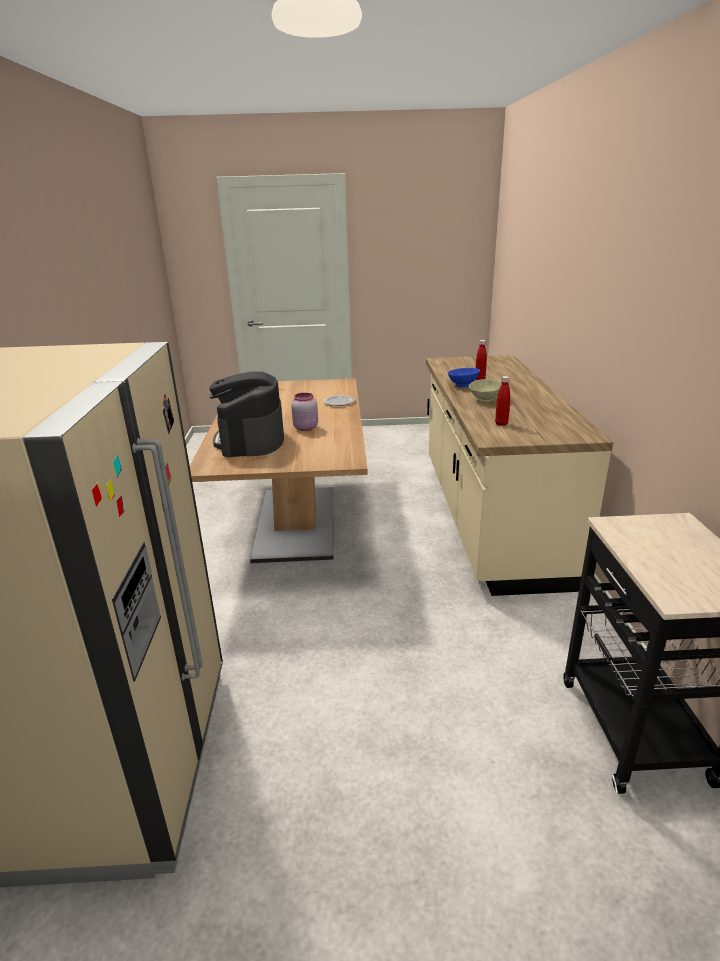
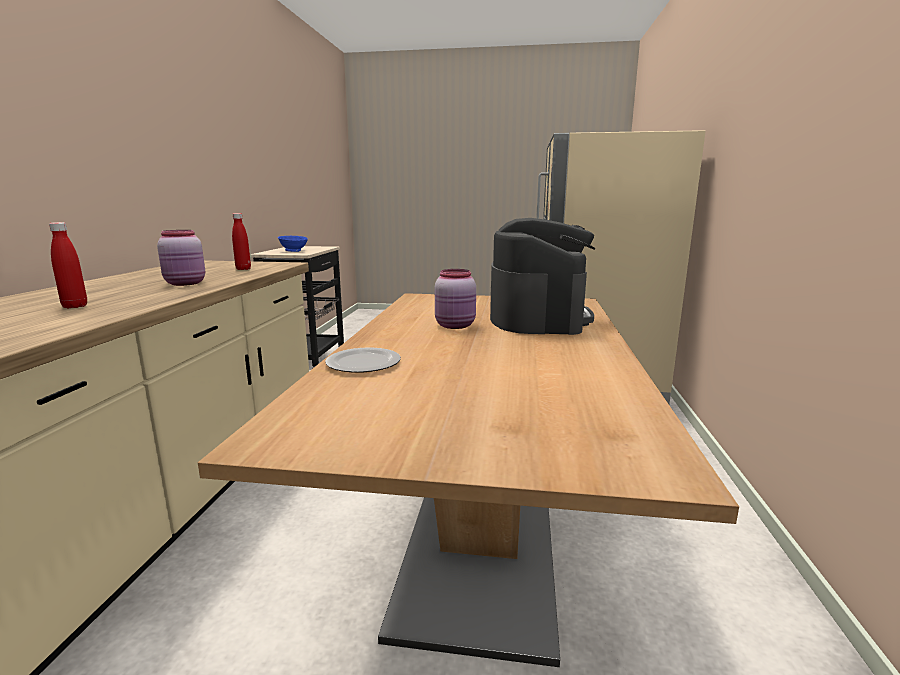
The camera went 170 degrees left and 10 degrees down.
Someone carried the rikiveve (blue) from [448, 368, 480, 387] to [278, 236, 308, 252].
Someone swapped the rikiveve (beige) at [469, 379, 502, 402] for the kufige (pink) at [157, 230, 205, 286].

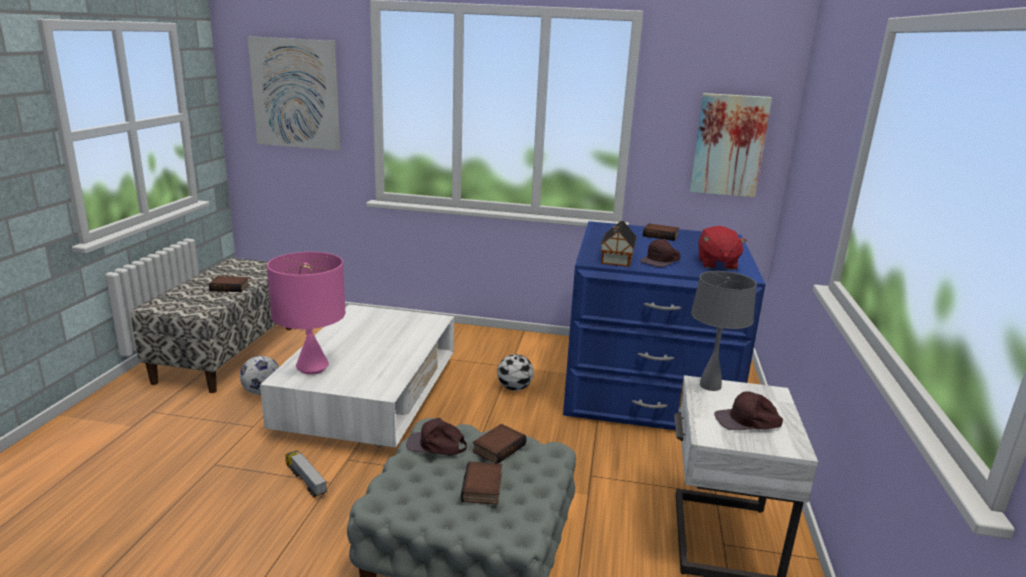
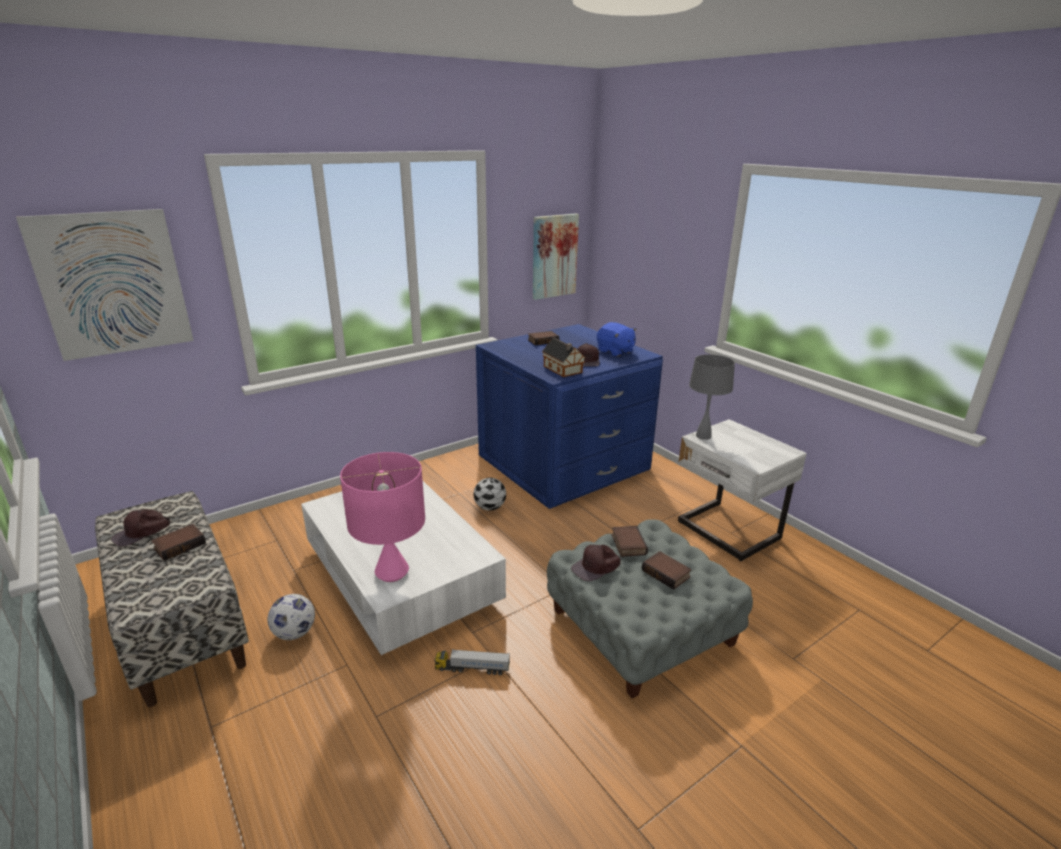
The camera went 45 degrees left and 5 degrees up.
Someone repainted the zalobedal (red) at [698, 226, 747, 270], which became the zalobedal (blue) at [597, 322, 636, 356].
Someone carried the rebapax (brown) from [714, 391, 783, 430] to [111, 509, 170, 547].

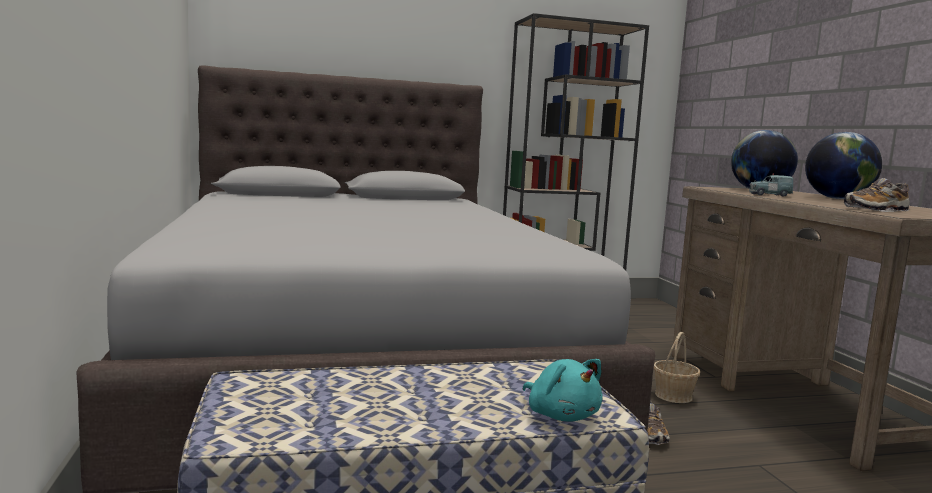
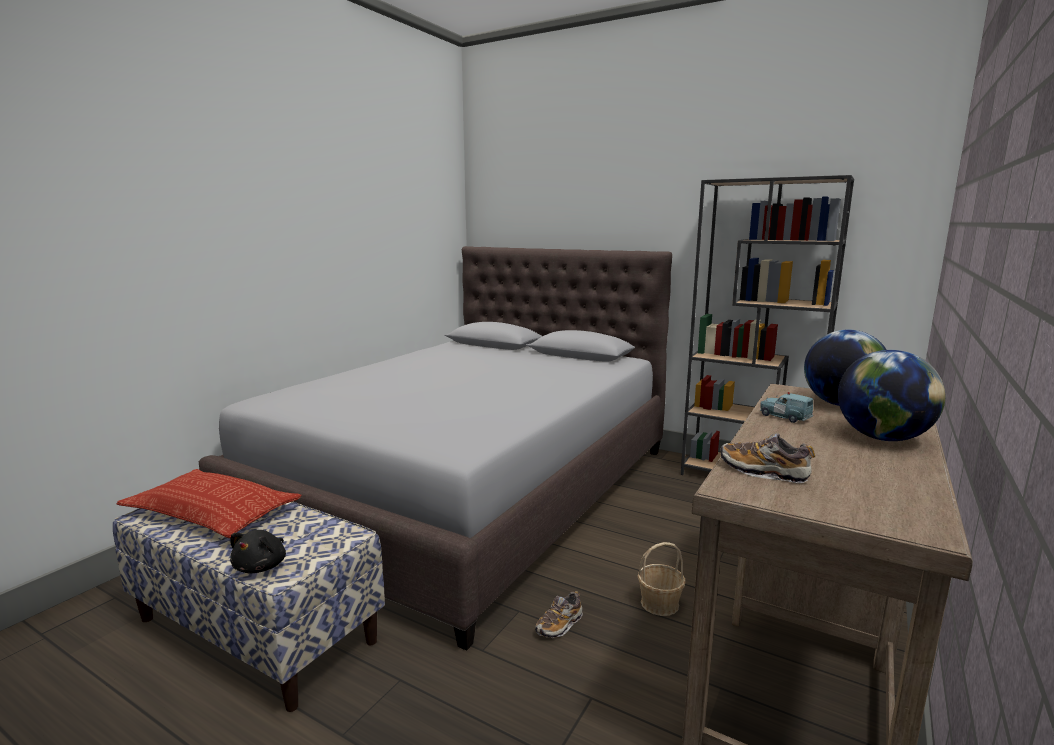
The camera went 45 degrees right and 5 degrees up.
Someone repainted the zalobedal (turquoise) at [523, 359, 603, 421], which became the zalobedal (black) at [230, 530, 286, 573].
Someone put down the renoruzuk at [116, 469, 302, 538].

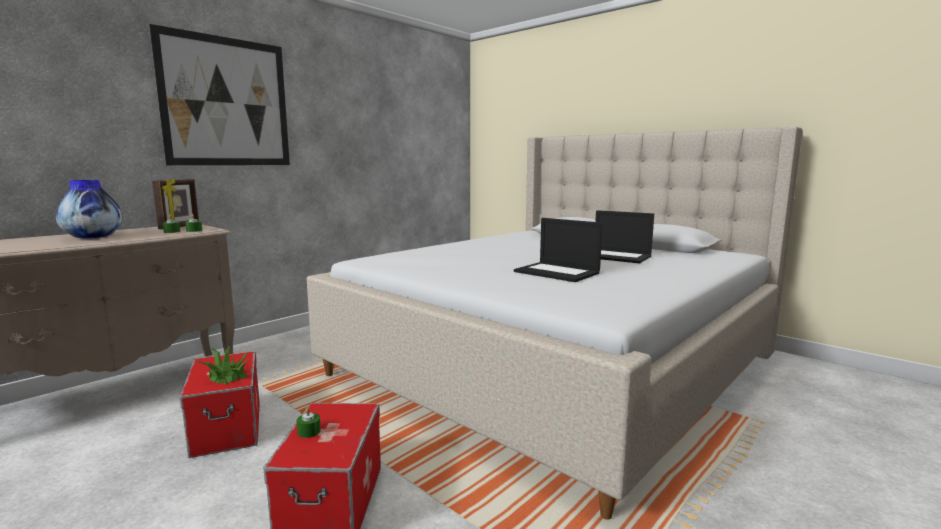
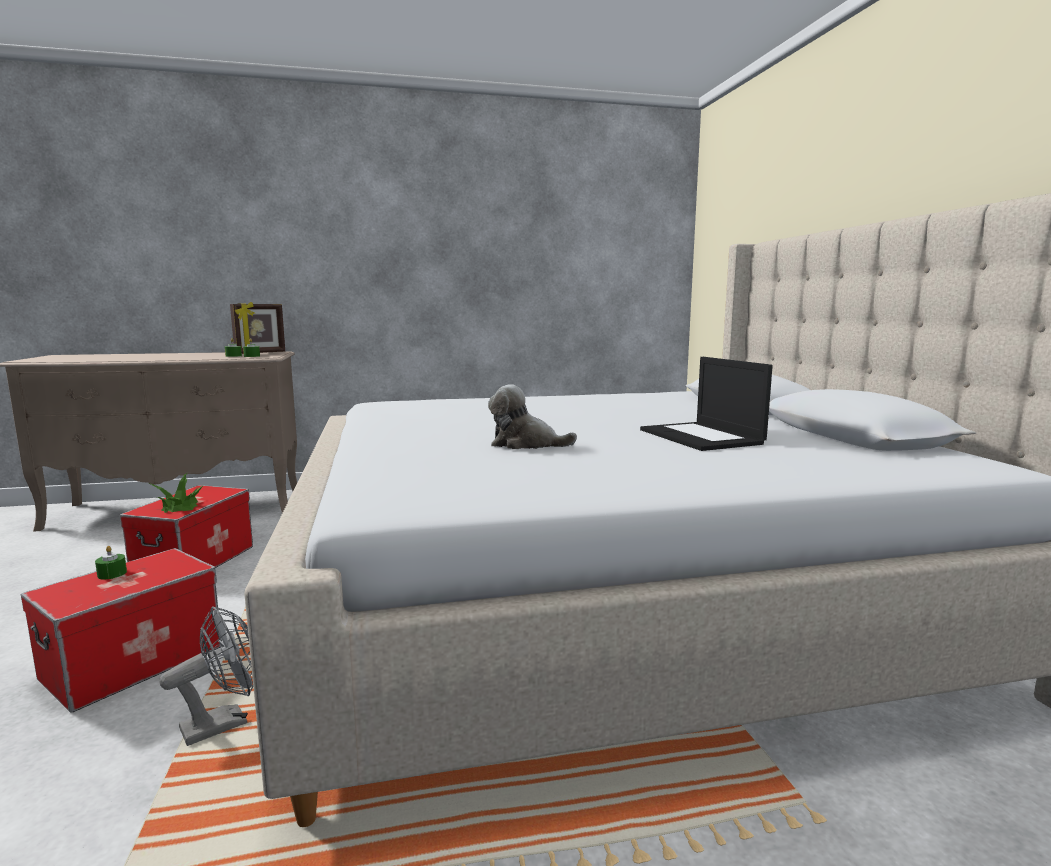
The camera went 35 degrees right and 0 degrees up.
Someone took away the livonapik at [149, 24, 290, 165].
Someone took away the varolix at [56, 180, 123, 238].
Someone swapped the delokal at [514, 218, 603, 282] for the zalobedal at [488, 385, 577, 449].
Someone put down the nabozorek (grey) at [159, 606, 253, 746].

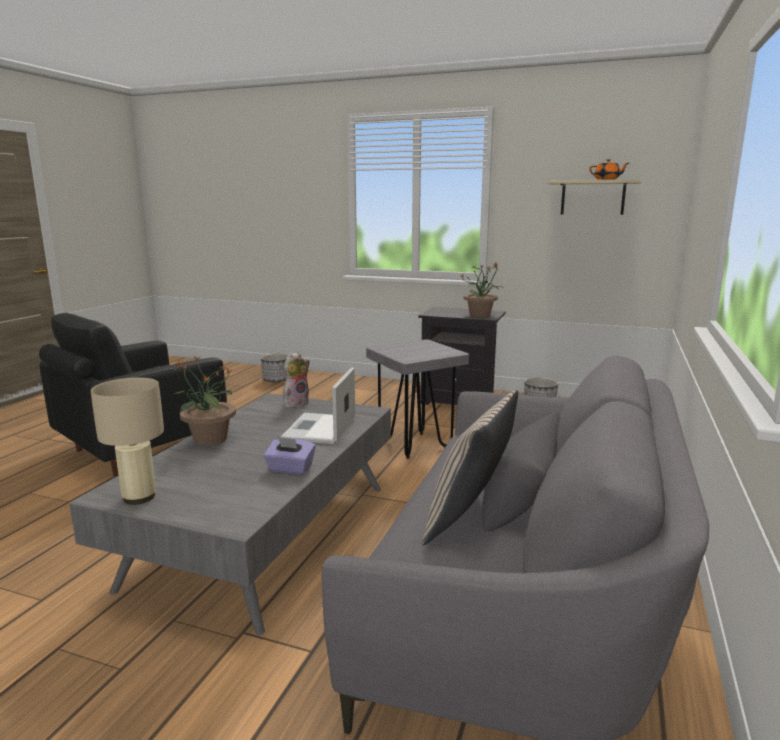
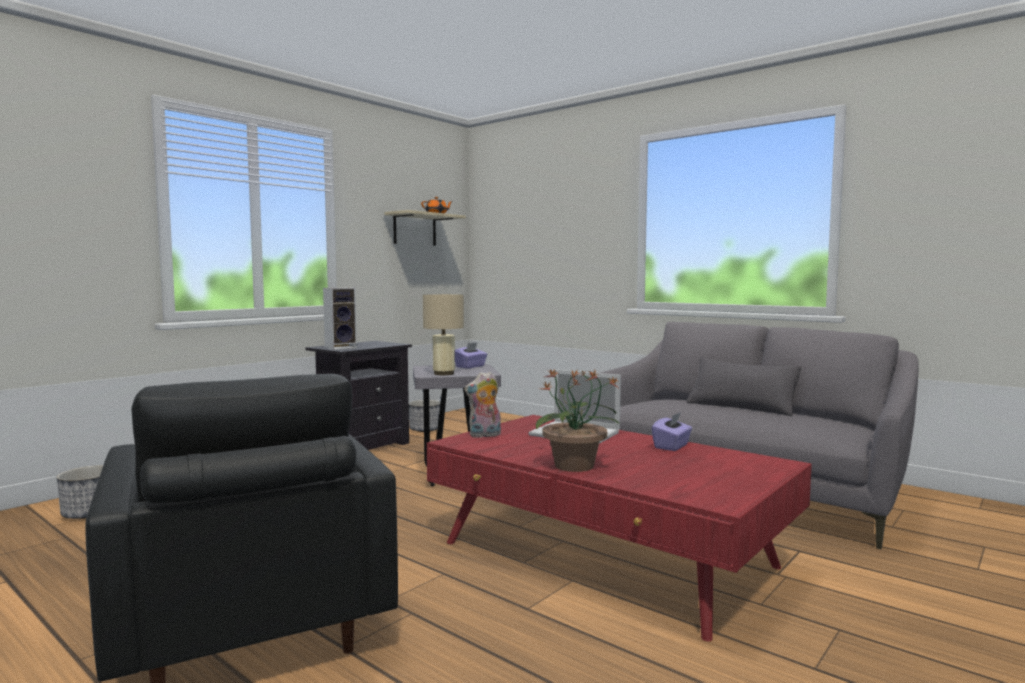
The camera went 70 degrees left and 10 degrees down.
Someone took away the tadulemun at [461, 263, 502, 317].
Someone rotated the zalobedal at [283, 352, 310, 409] by 90 degrees counterclockwise.
Someone carried the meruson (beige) from [91, 377, 164, 505] to [423, 294, 464, 375].
Someone took away the renoruzuk (beige) at [422, 390, 518, 545].
Someone repainted the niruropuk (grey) at [69, 393, 391, 635], which became the niruropuk (red) at [427, 415, 812, 641].
Someone put down the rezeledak at [323, 288, 357, 350].
Someone put down the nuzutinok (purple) at [455, 342, 488, 368].

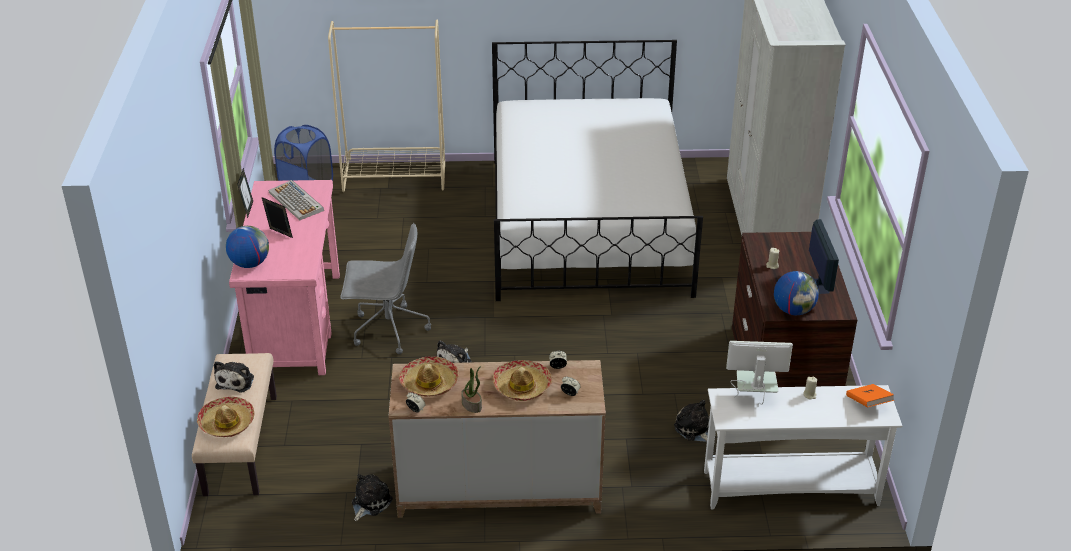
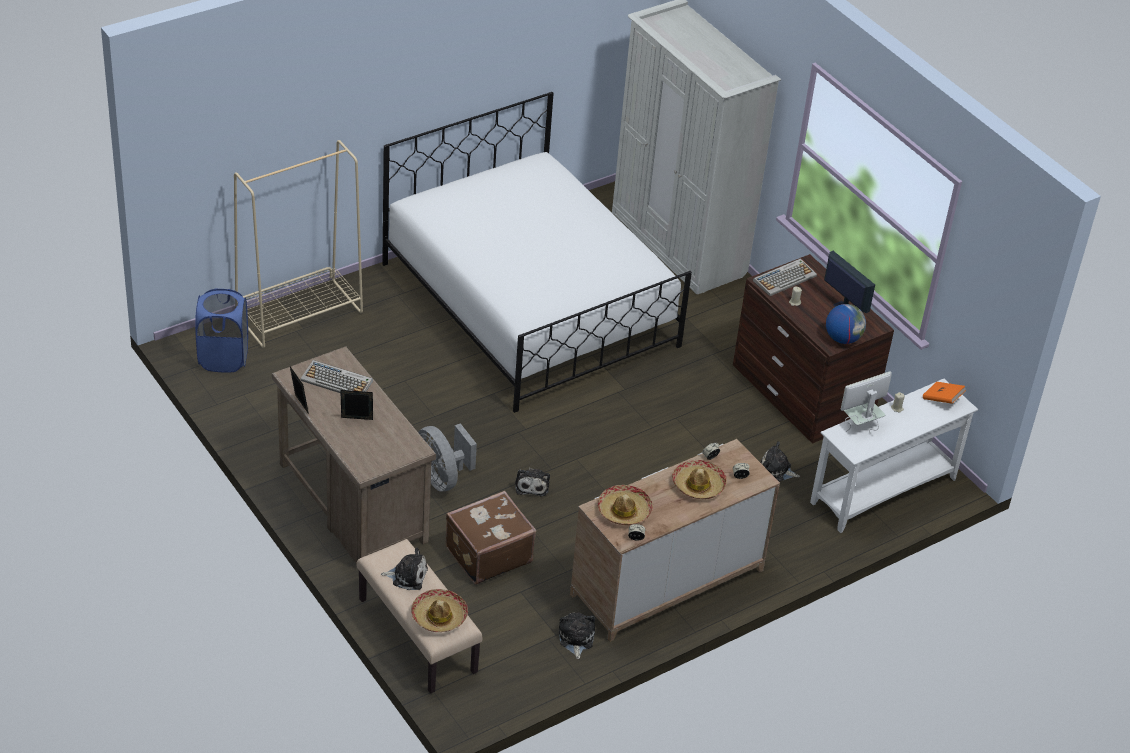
The camera went 35 degrees left and 5 degrees up.
Someone repainted the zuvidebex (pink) at [229, 180, 340, 375], which became the zuvidebex (brown) at [272, 346, 436, 563].
Someone swapped the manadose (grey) at [340, 223, 431, 354] for the nabozorek (grey) at [418, 423, 477, 492].
Someone took away the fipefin at [226, 226, 269, 268].
Someone rotated the zalobedal at [214, 361, 254, 393] by 60 degrees counterclockwise.
Someone took away the tadulemun at [461, 366, 482, 413].
Someone put down the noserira at [753, 258, 817, 296].
Someone put down the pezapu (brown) at [446, 491, 536, 585].

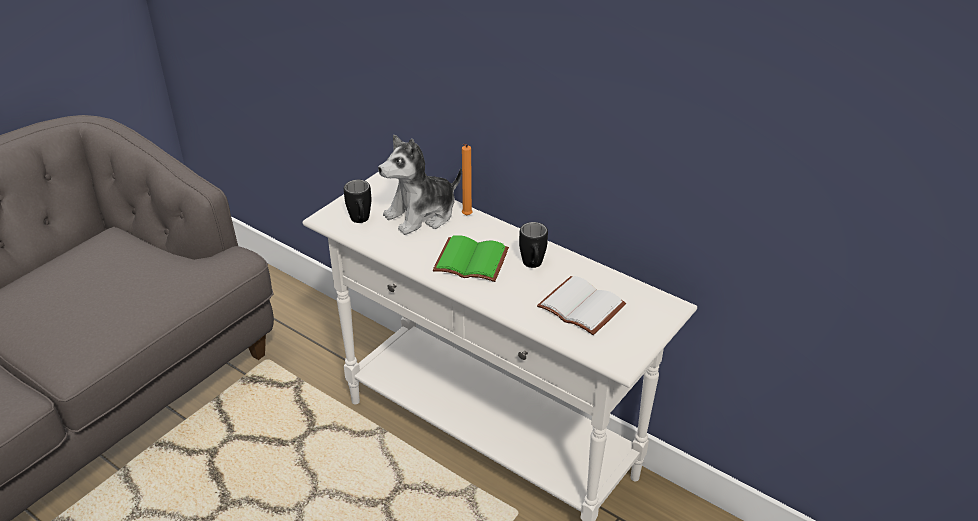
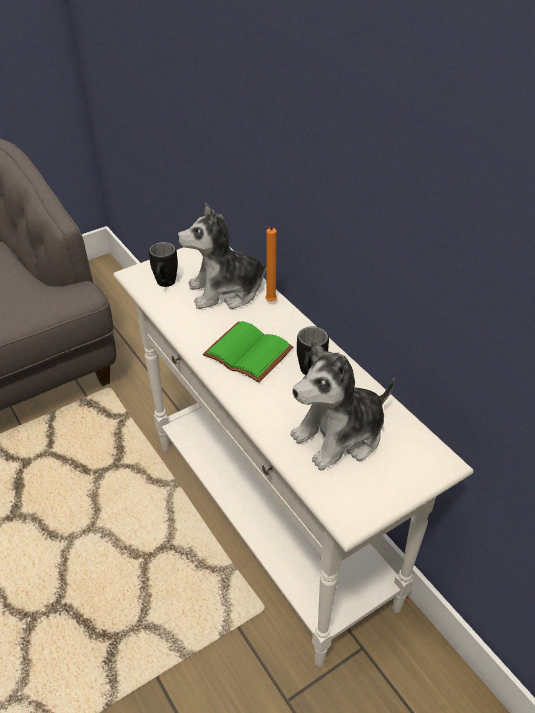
The camera went 20 degrees right and 5 degrees up.
Someone swapped the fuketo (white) at [537, 276, 626, 335] for the zalobedal at [290, 340, 395, 471].

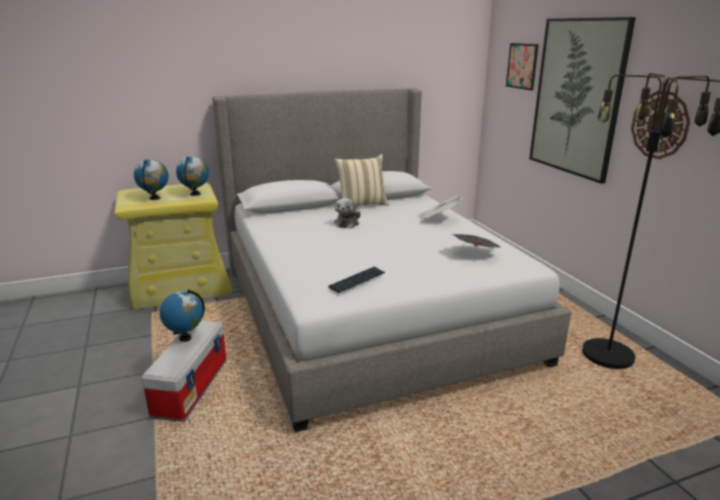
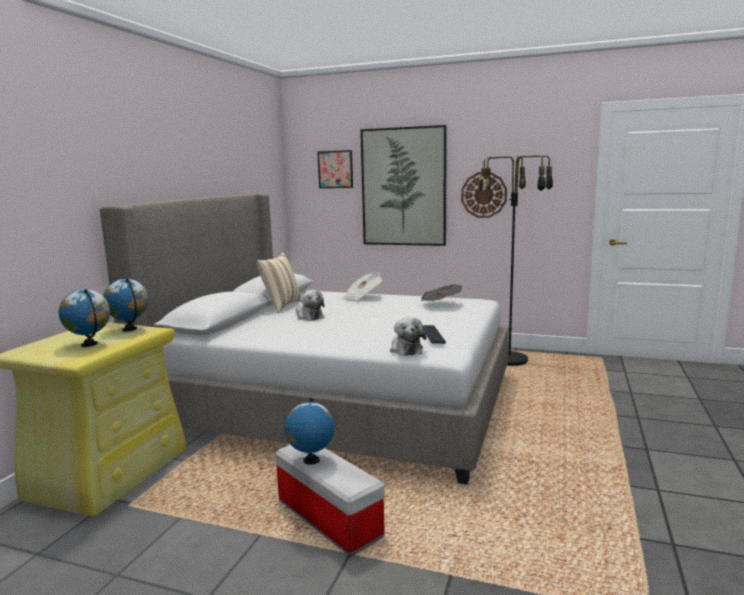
The camera went 50 degrees left and 10 degrees down.
Someone put down the zalobedal at [390, 317, 426, 356].

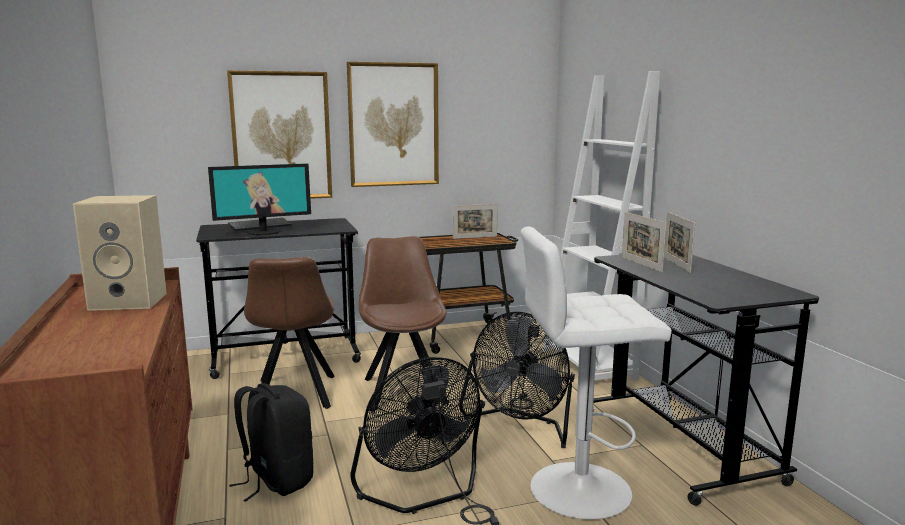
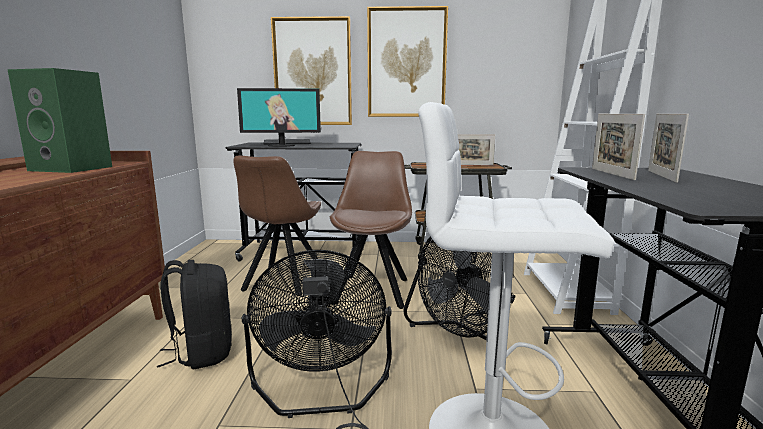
The camera went 20 degrees right and 0 degrees up.
Someone repainted the rezeledak (beige) at [73, 195, 167, 311], which became the rezeledak (green) at [7, 68, 112, 173].

